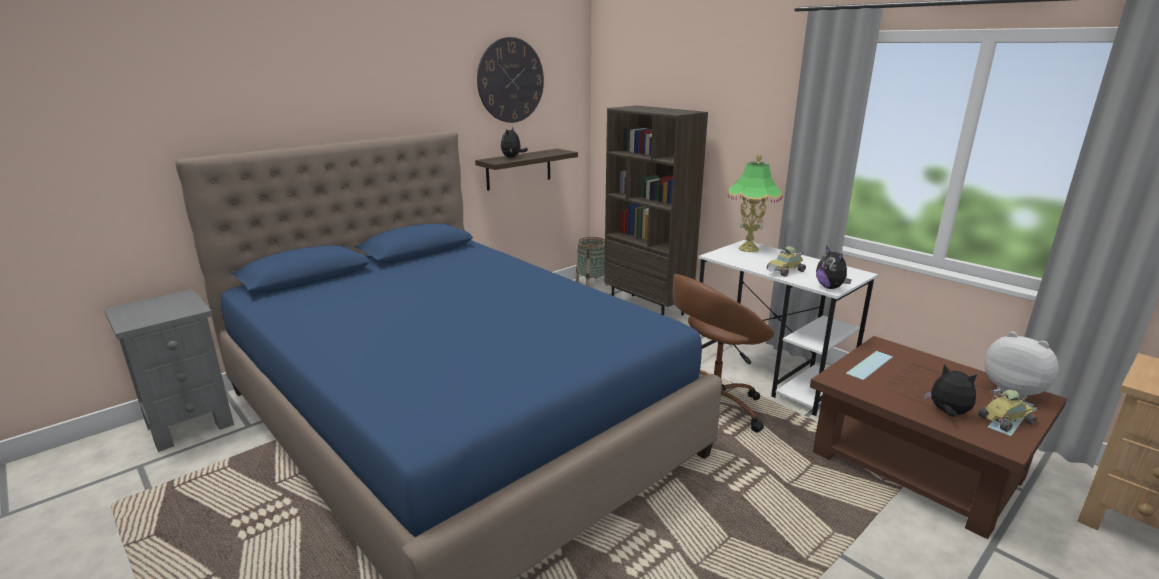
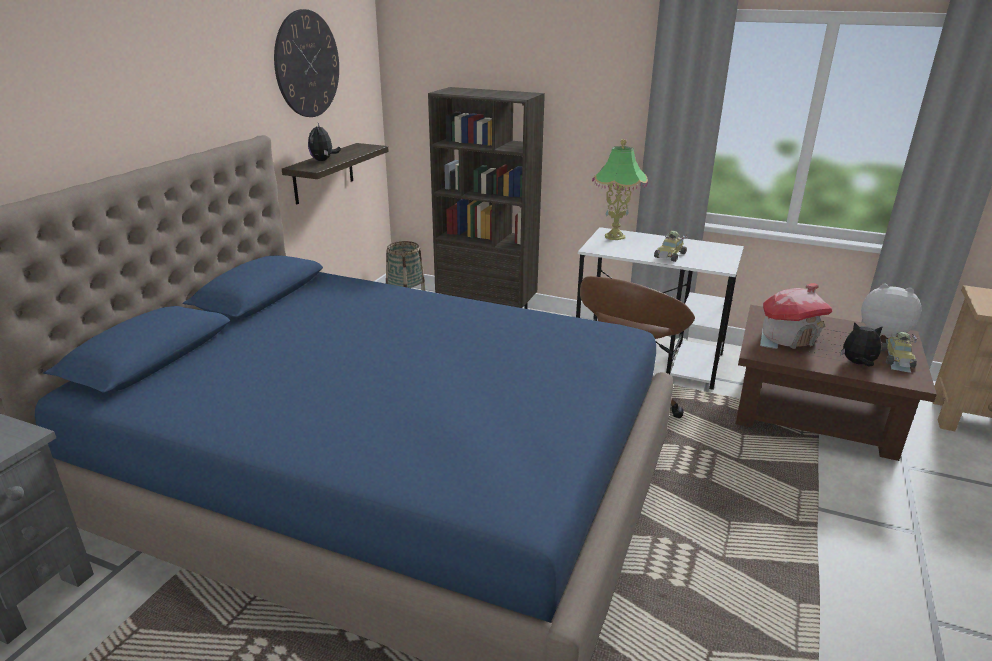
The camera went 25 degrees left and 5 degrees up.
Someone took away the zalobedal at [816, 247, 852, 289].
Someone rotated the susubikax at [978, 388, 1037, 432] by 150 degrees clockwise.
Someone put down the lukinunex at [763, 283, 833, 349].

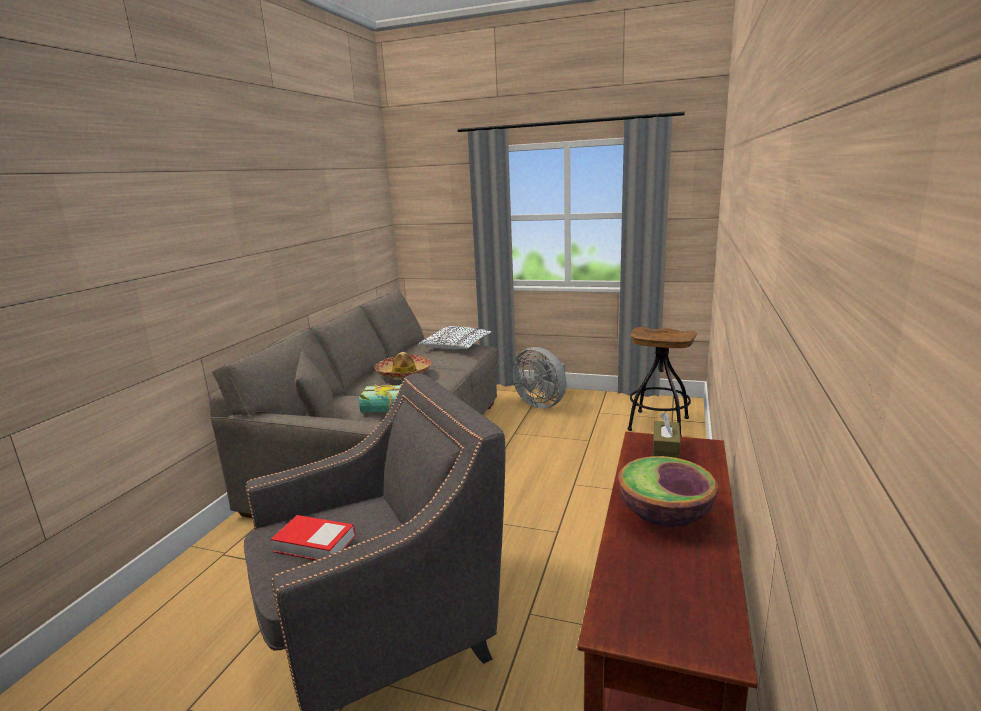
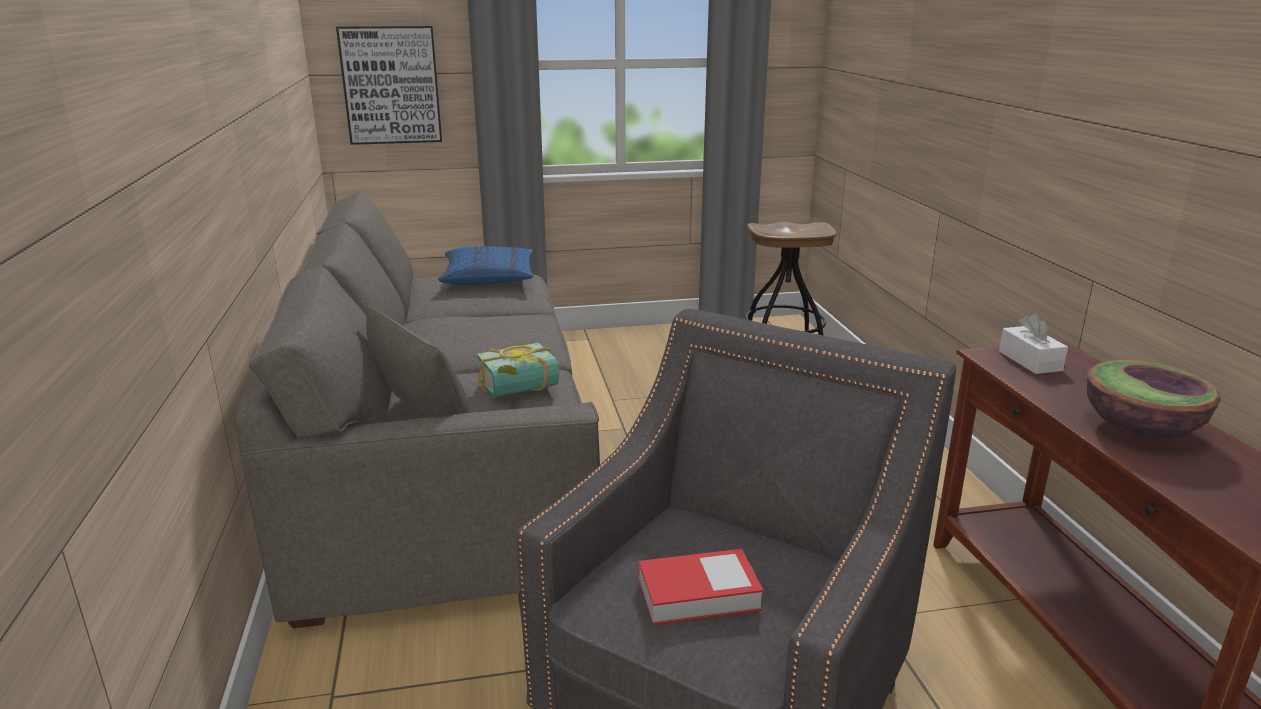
The camera went 30 degrees left and 5 degrees up.
Someone repainted the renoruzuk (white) at [418, 326, 491, 349], which became the renoruzuk (blue) at [438, 246, 533, 285].
Someone took away the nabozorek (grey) at [512, 347, 567, 409].
Someone took away the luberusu at [374, 352, 431, 379].
Someone repainted the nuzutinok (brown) at [653, 412, 681, 458], which became the nuzutinok (white) at [999, 313, 1068, 374].
Someone put up the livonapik at [336, 26, 442, 145].

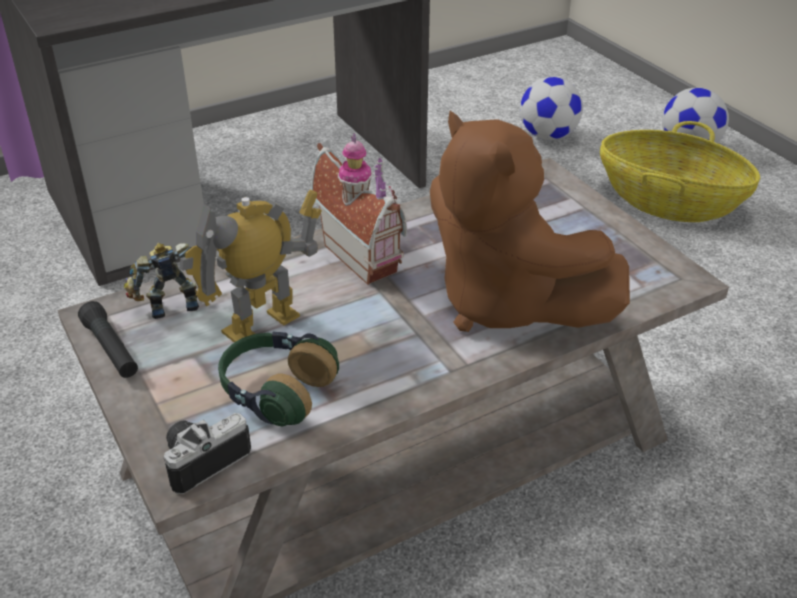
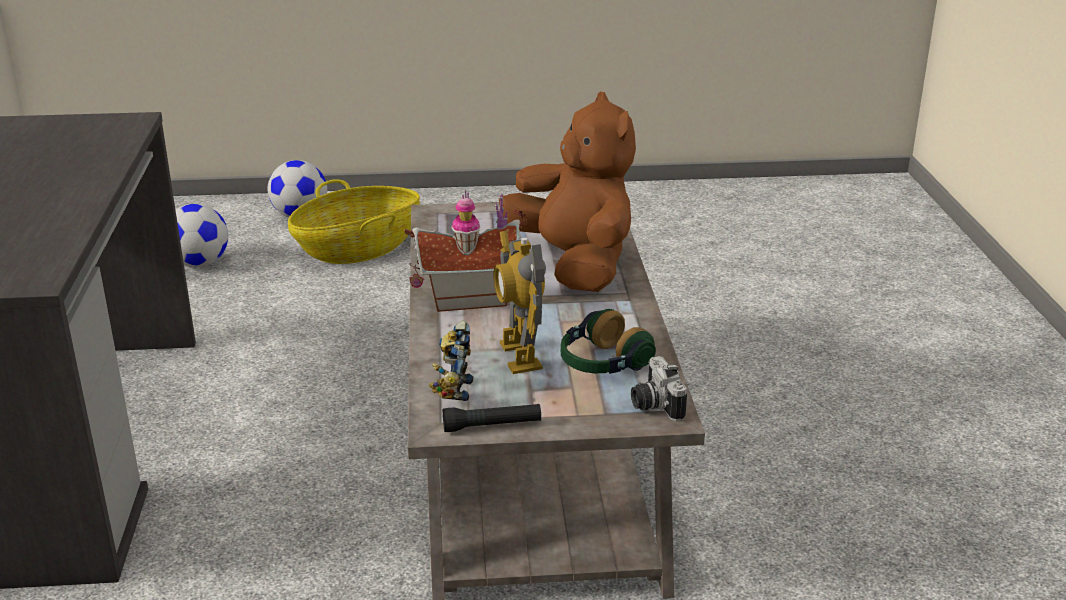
The camera went 65 degrees left and 10 degrees down.
Someone rotated the zalobedal (brown) at [430, 111, 630, 332] by 105 degrees counterclockwise.

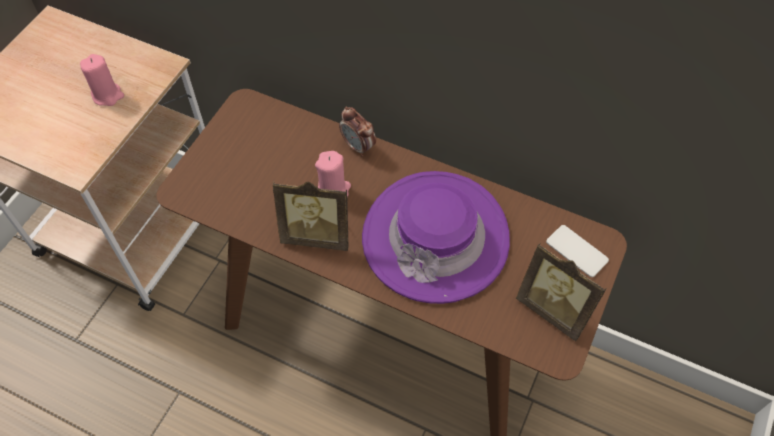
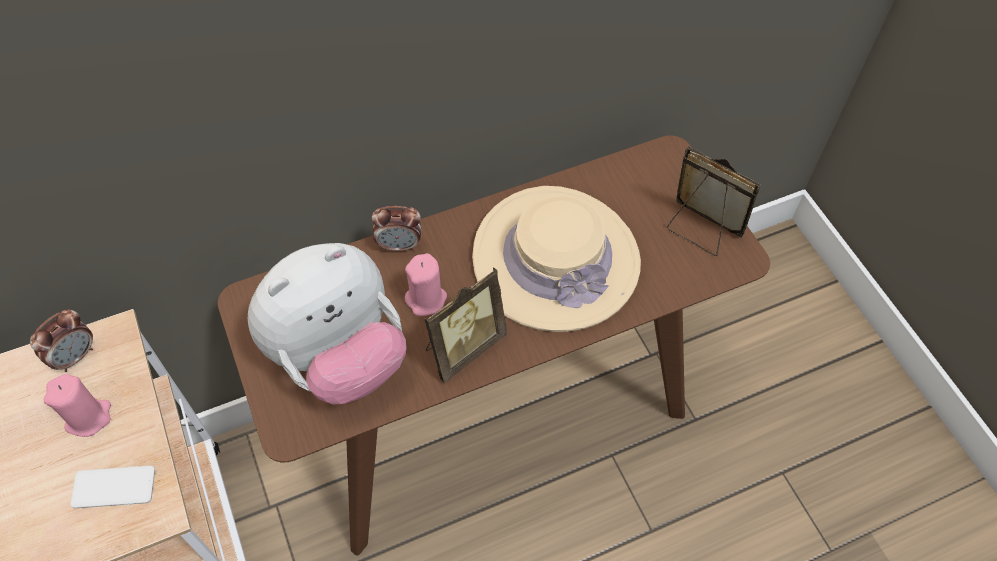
The camera went 50 degrees left and 0 degrees up.
Someone repainted the luberusu (purple) at [362, 171, 510, 304], which became the luberusu (beige) at [472, 186, 641, 332].
Someone carried the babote from [546, 225, 609, 277] to [70, 466, 155, 508].
Someone rotated the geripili at [516, 242, 607, 342] by 135 degrees counterclockwise.
Someone put down the zalobedal at [248, 243, 406, 405].
Someone put down the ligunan at [30, 309, 93, 372].

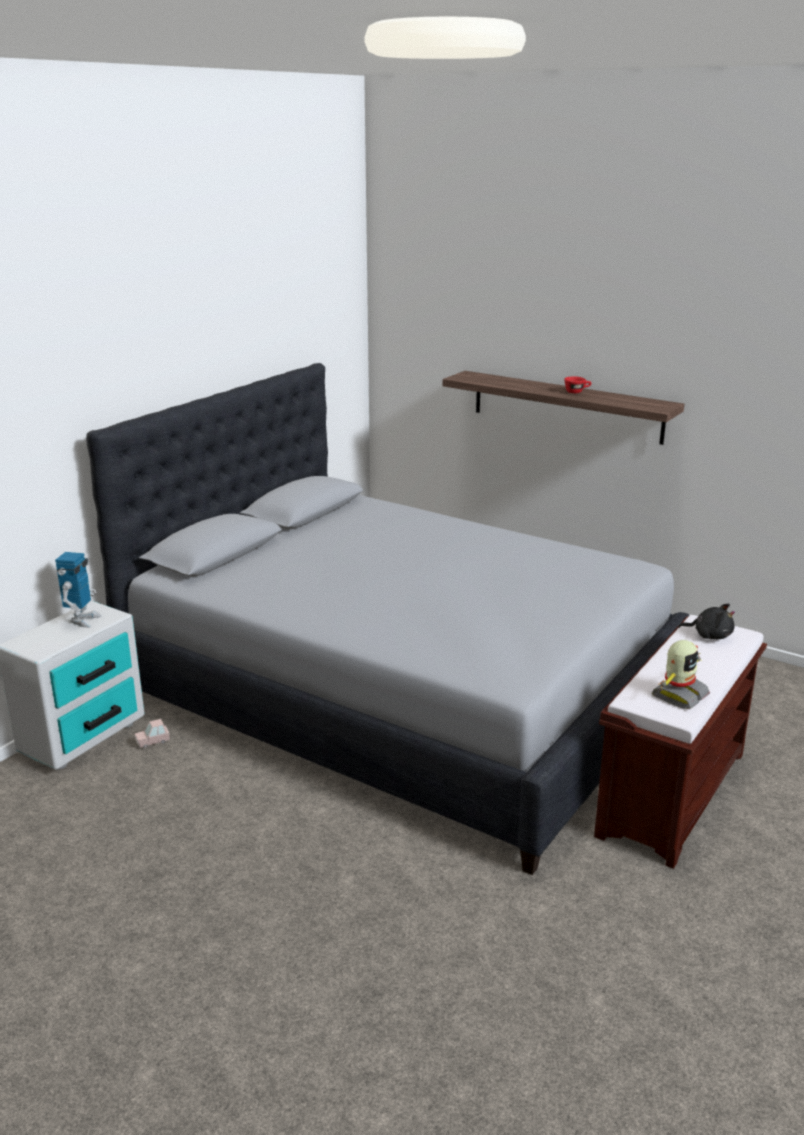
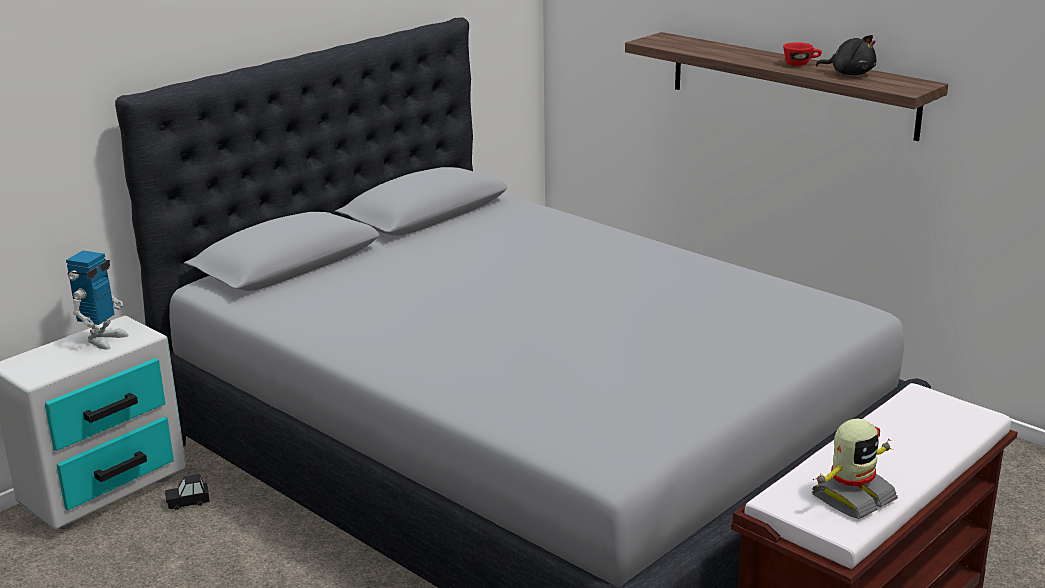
The camera went 10 degrees right and 0 degrees up.
Someone carried the zalobedal (black) from [678, 603, 735, 639] to [816, 35, 876, 75].
Someone repainted the susubikax (pink) at [135, 719, 170, 748], which became the susubikax (black) at [165, 474, 210, 510].

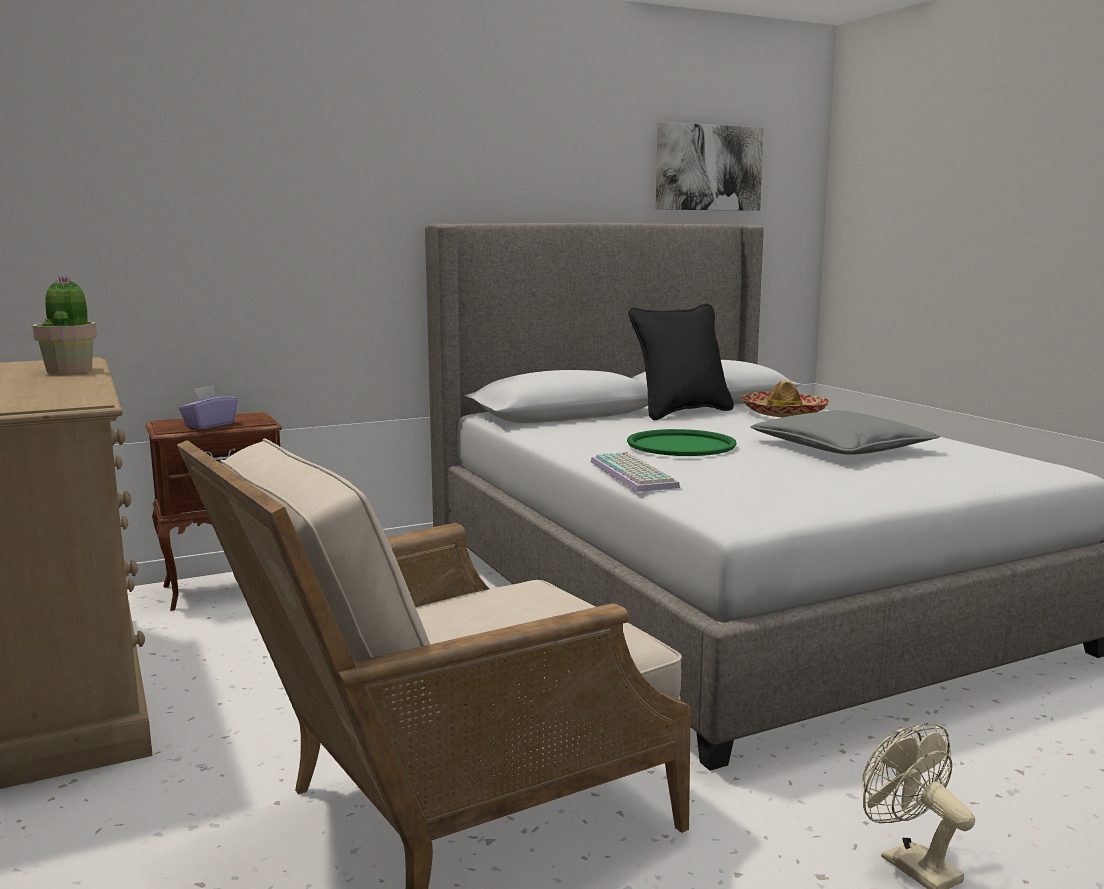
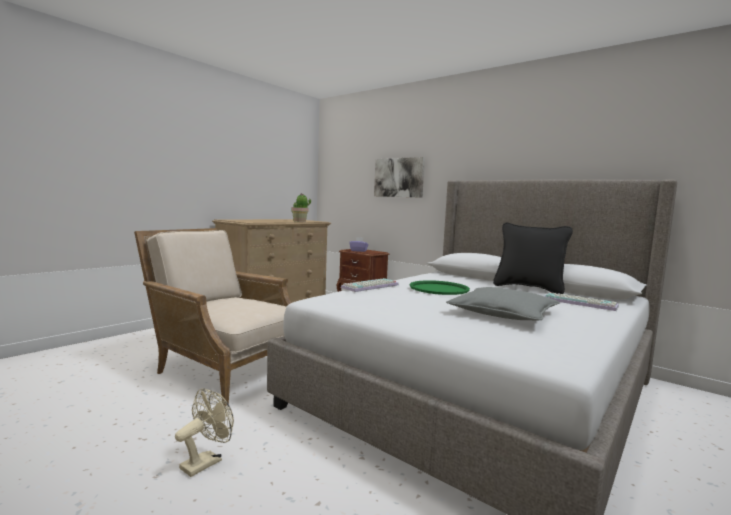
The camera went 65 degrees right and 5 degrees down.
Someone carried the livonapik from [656, 122, 764, 211] to [374, 157, 425, 198].
Someone swapped the luberusu at [741, 380, 829, 417] for the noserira at [544, 292, 619, 311].

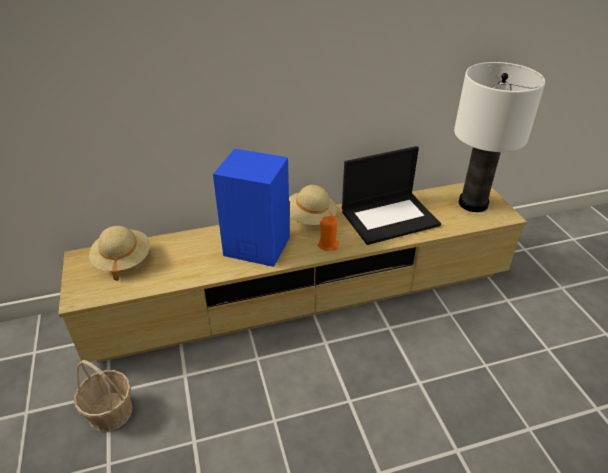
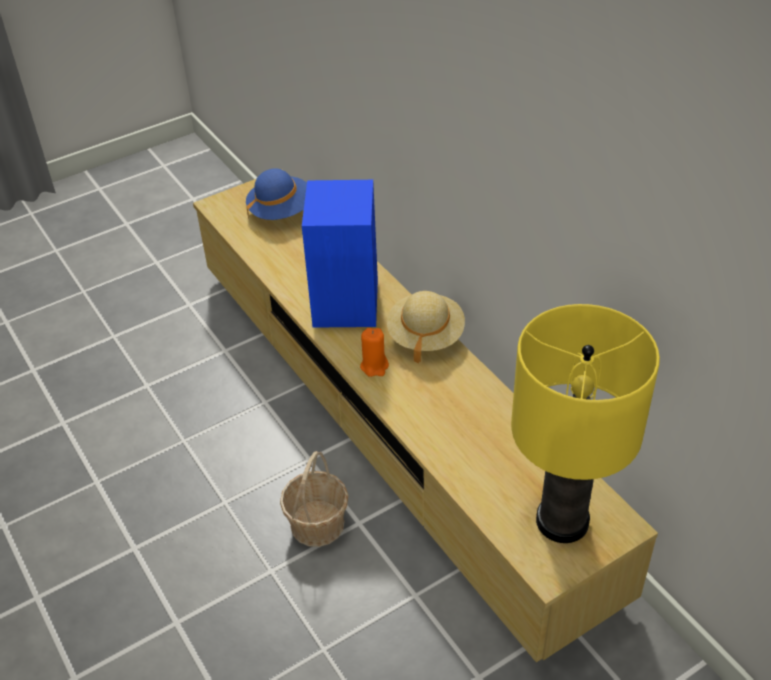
The camera went 75 degrees right and 5 degrees up.
Someone repainted the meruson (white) at [454, 62, 545, 212], which became the meruson (yellow) at [511, 304, 660, 543].
Someone took away the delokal at [342, 146, 441, 245].
Someone repainted the luberusu (beige) at [89, 226, 150, 281], which became the luberusu (blue) at [246, 168, 307, 220].
Someone carried the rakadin from [74, 360, 133, 432] to [280, 451, 349, 547].

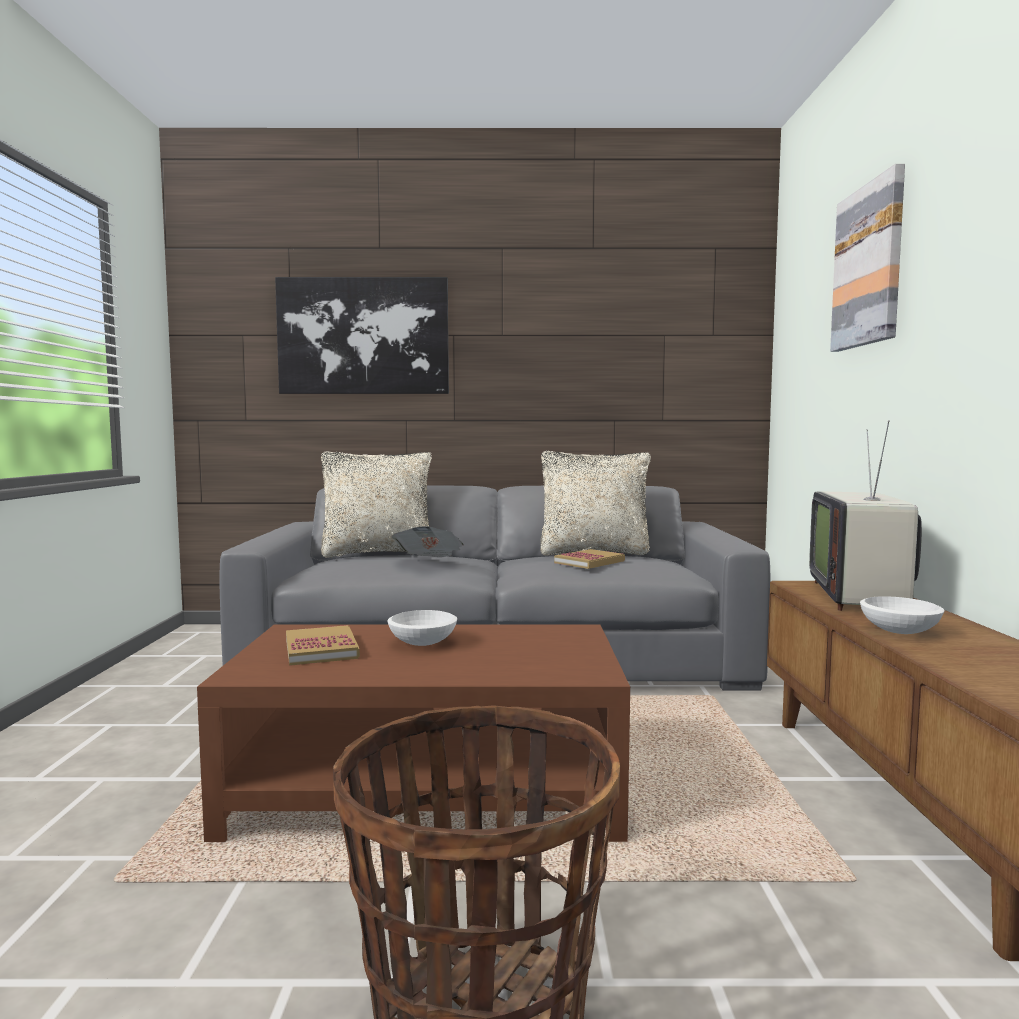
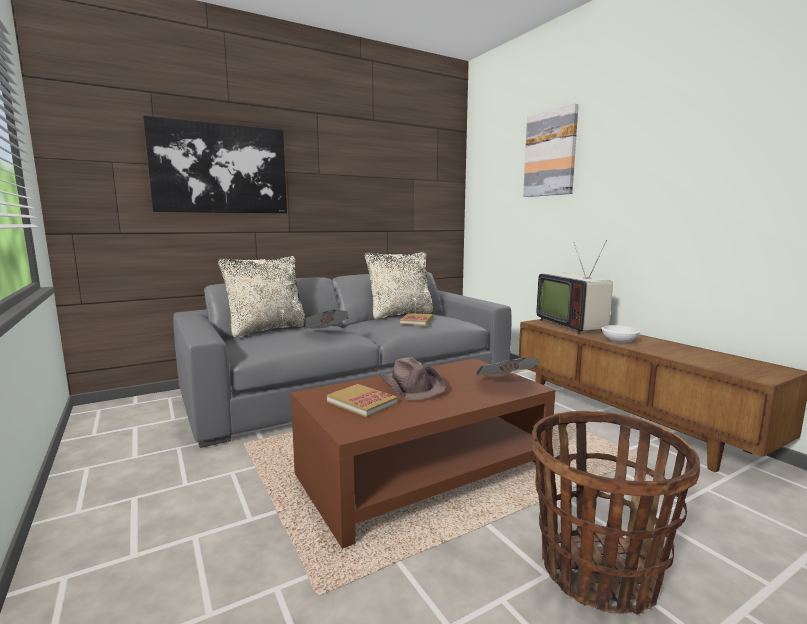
The camera went 30 degrees left and 5 degrees up.
Someone swapped the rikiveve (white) at [388, 610, 457, 646] for the luberusu (brown) at [379, 357, 446, 401].
Someone put down the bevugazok at [475, 357, 540, 375].

